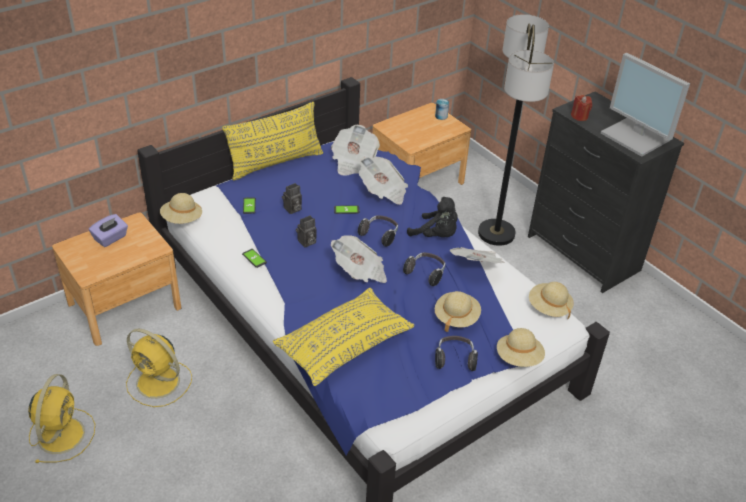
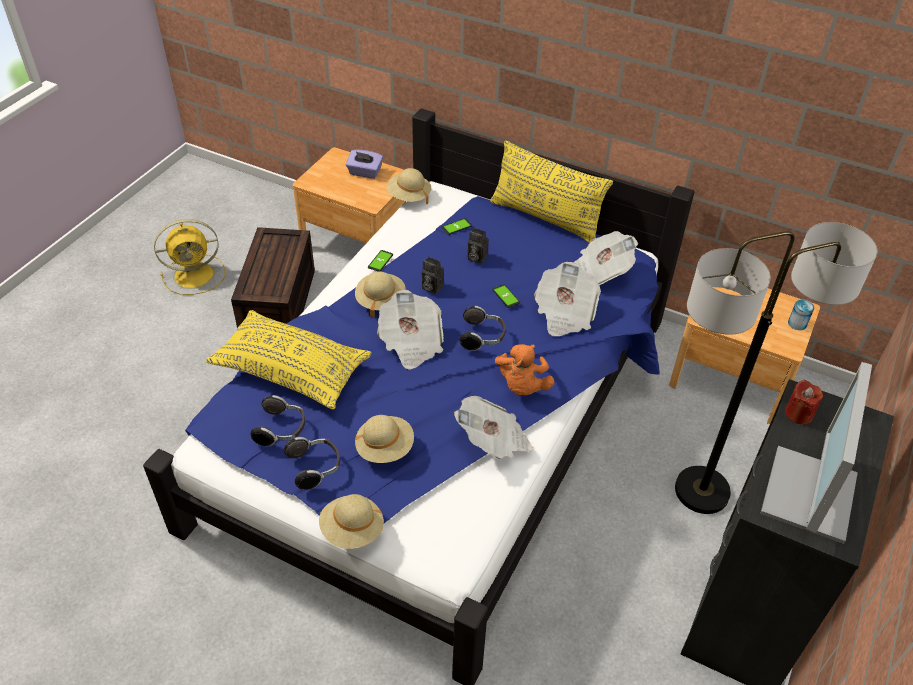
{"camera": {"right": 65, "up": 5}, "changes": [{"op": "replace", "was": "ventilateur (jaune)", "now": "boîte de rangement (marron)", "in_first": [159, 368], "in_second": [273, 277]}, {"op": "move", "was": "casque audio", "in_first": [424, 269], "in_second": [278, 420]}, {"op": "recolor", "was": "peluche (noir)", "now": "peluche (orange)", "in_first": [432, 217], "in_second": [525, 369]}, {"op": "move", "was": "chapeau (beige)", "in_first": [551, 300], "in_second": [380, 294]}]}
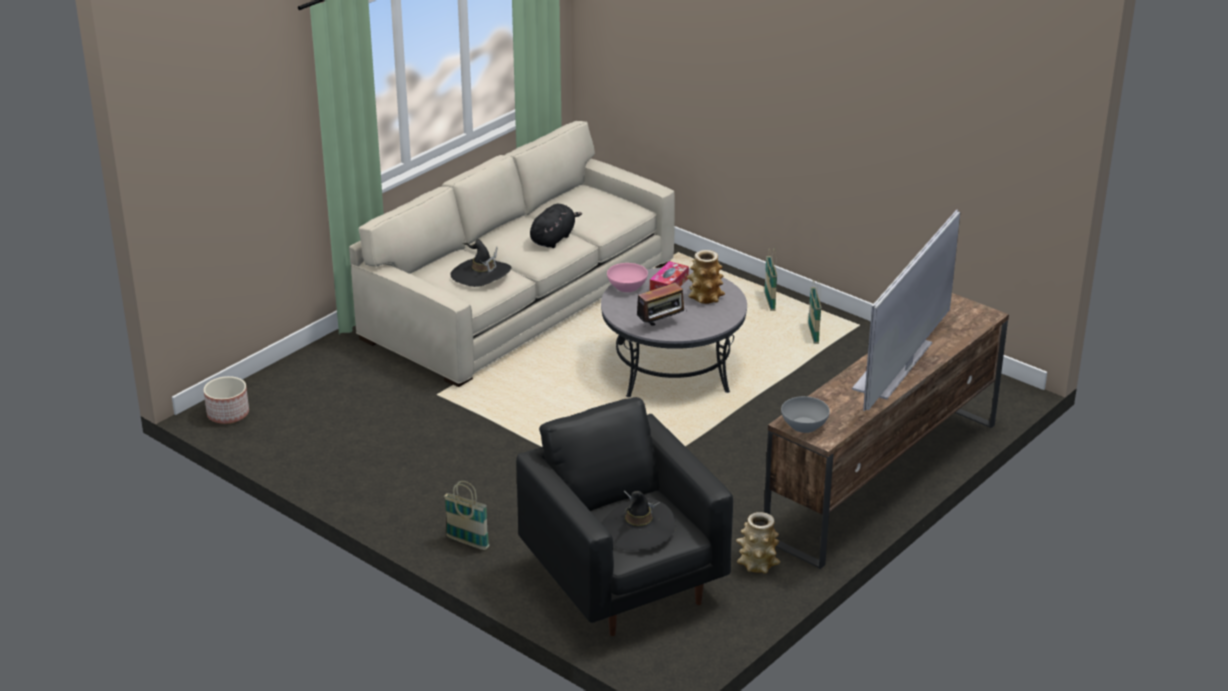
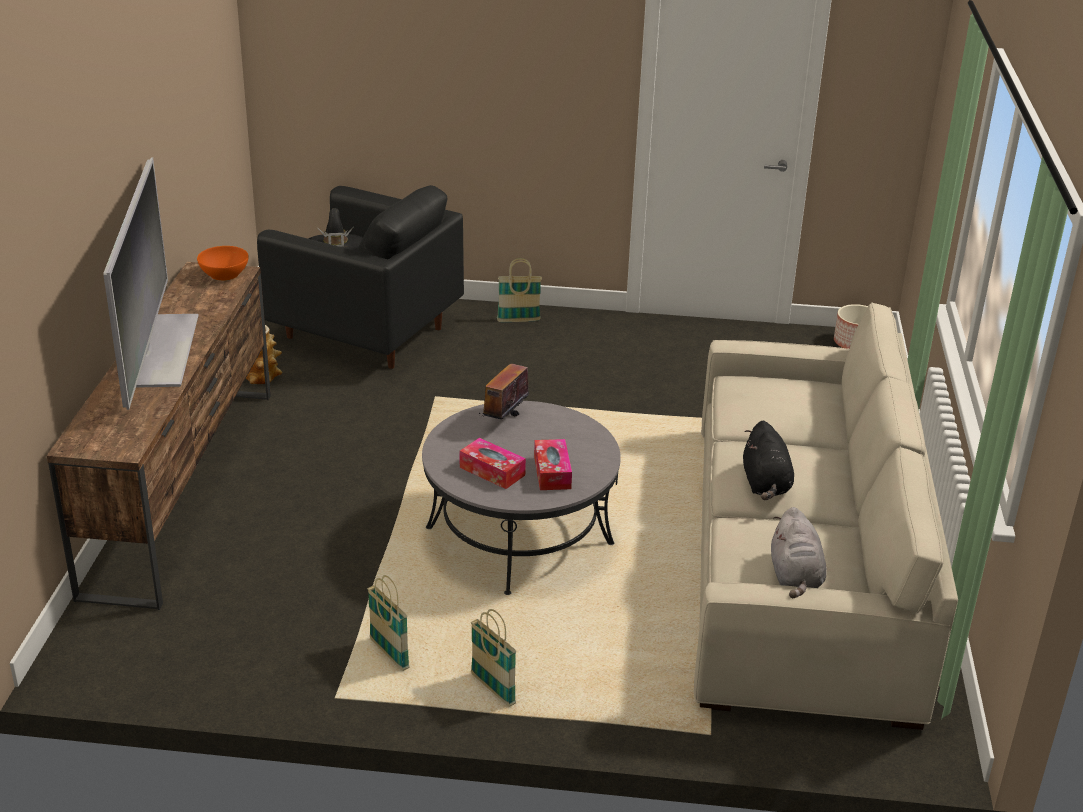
{"camera": {"right": 145, "up": 0}, "changes": [{"op": "delete", "was": "chapeau (noir)", "in_first": [481, 263]}, {"op": "delete", "was": "bol (rose)", "in_first": [627, 277]}, {"op": "replace", "was": "vase", "now": "boîte à mouchoirs", "in_first": [706, 277], "in_second": [493, 463]}, {"op": "recolor", "was": "bol (gris)", "now": "bol (orange)", "in_first": [805, 414], "in_second": [223, 263]}, {"op": "insert", "now": "peluche (gris)", "in_second": [799, 552]}]}
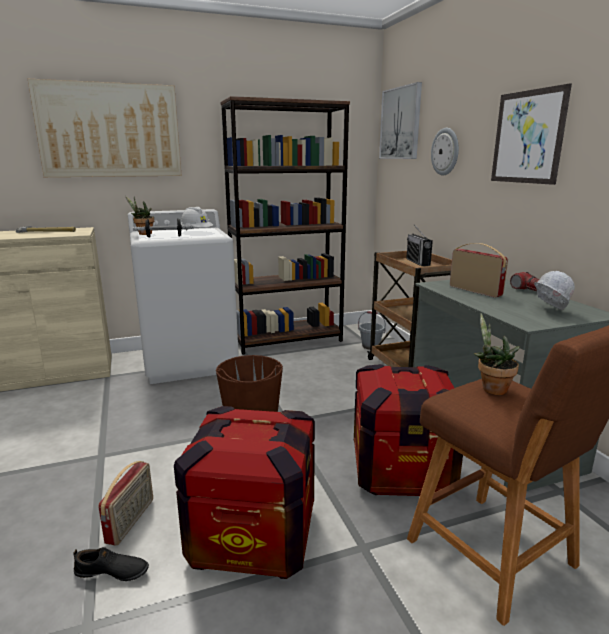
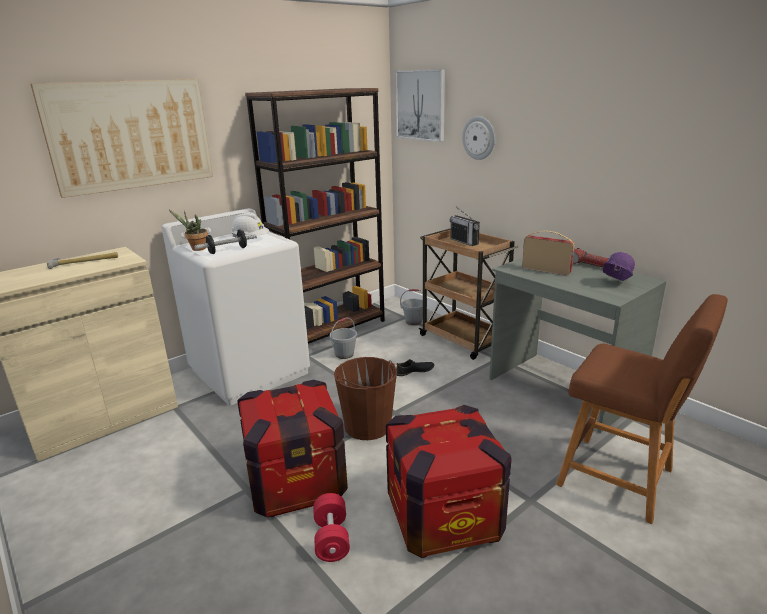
{"camera": {"right": -20, "up": 5}, "changes": [{"op": "move", "was": "chaussure (noir)", "in_first": [111, 564], "in_second": [415, 367]}, {"op": "replace", "was": "radio", "now": "haltère (rouge)", "in_first": [125, 503], "in_second": [331, 527]}, {"op": "move", "was": "caisse", "in_first": [408, 430], "in_second": [292, 448]}, {"op": "delete", "was": "plante en pot", "in_first": [497, 354]}, {"op": "delete", "was": "tableau", "in_first": [531, 134]}, {"op": "recolor", "was": "casque de chantier (blanc)", "now": "casque de chantier (violet)", "in_first": [554, 290], "in_second": [619, 266]}, {"op": "insert", "now": "seau (gris)", "in_second": [343, 338]}]}
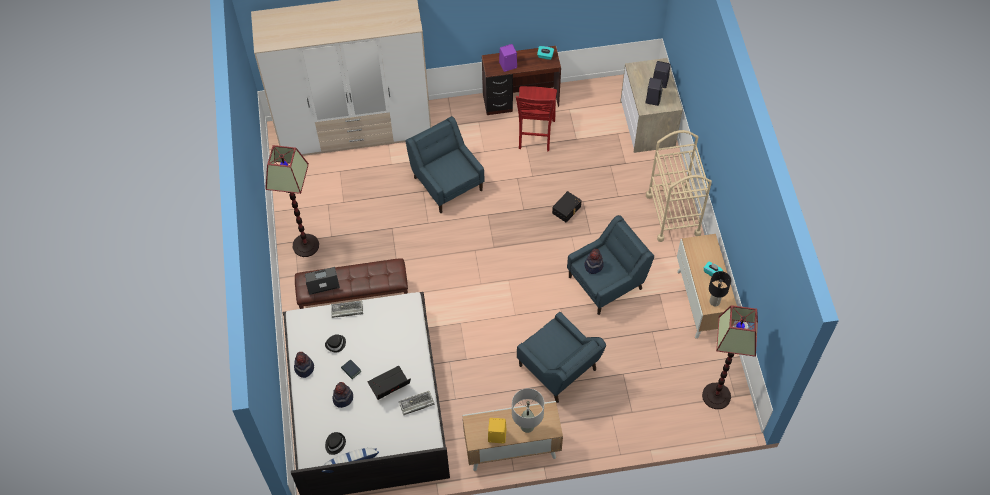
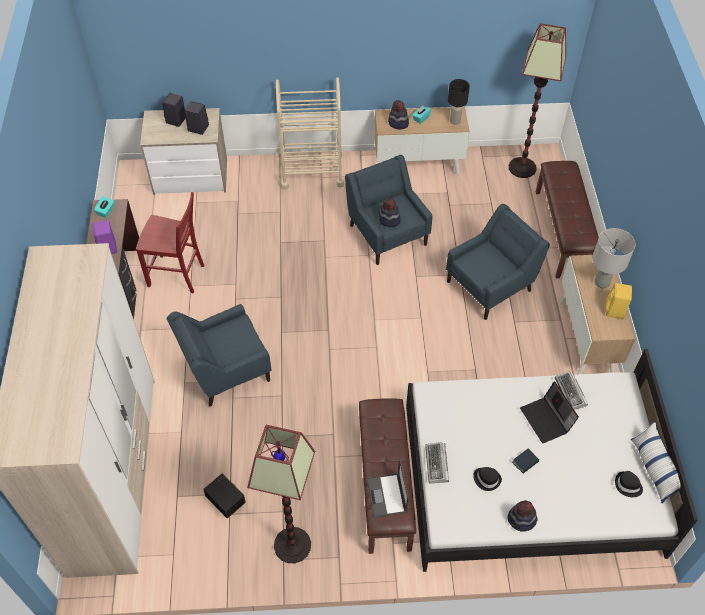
{"camera": {"right": -85, "up": -5}, "changes": [{"op": "move", "was": "chapeau", "in_first": [343, 395], "in_second": [398, 114]}, {"op": "move", "was": "boîte de rangement (noir)", "in_first": [567, 207], "in_second": [224, 496]}, {"op": "insert", "now": "banc (marron)", "in_second": [567, 219]}]}
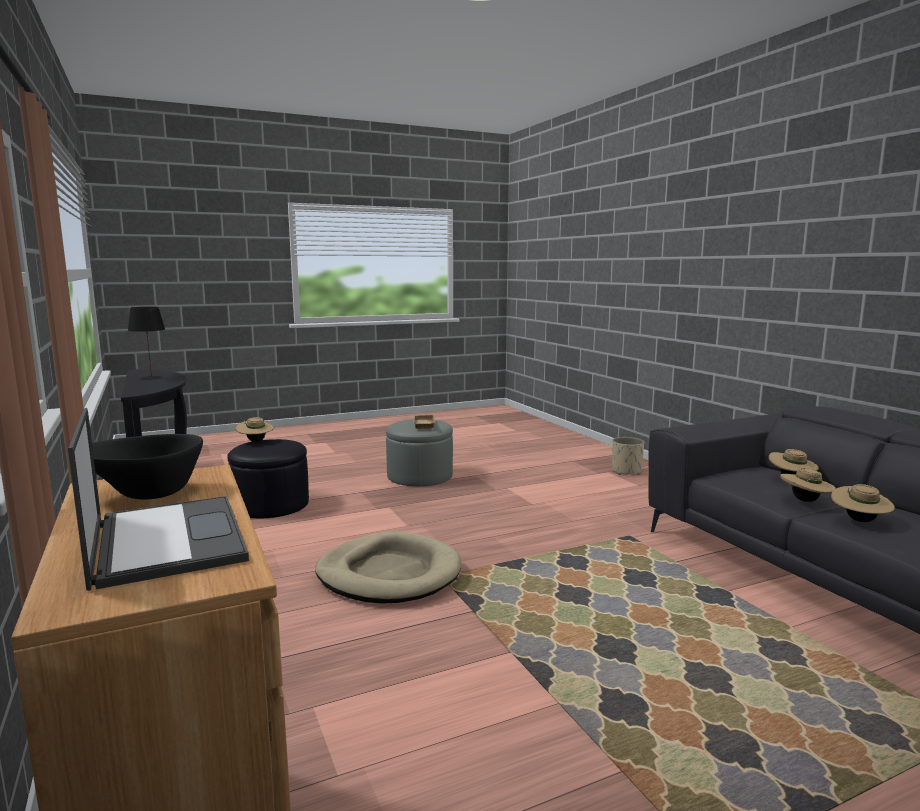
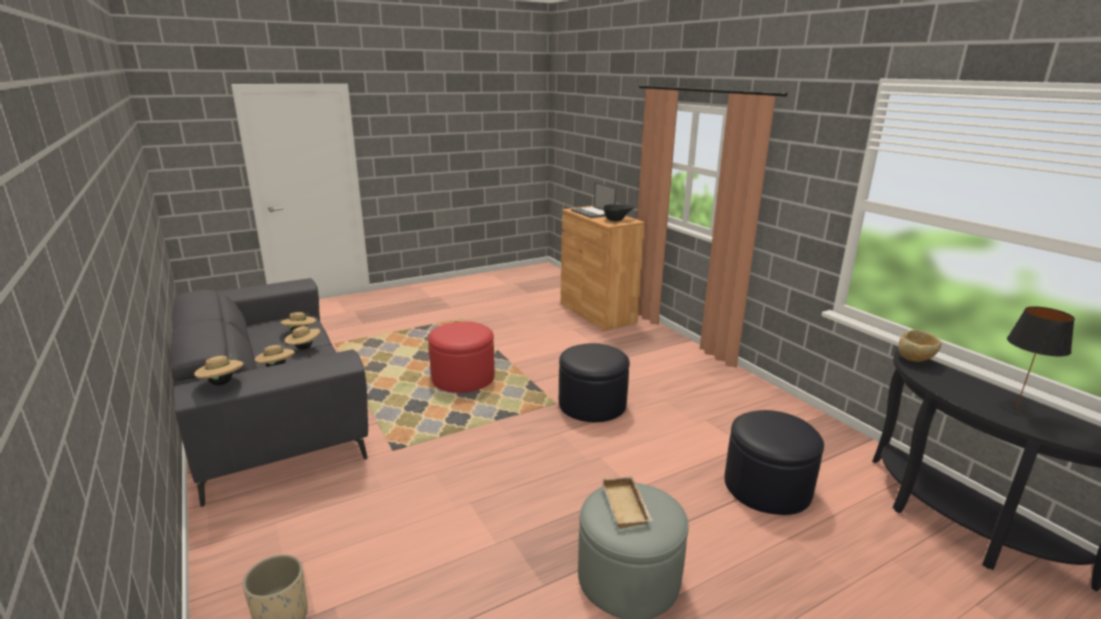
{"camera": {"right": 175, "up": 10}, "changes": [{"op": "move", "was": "chapeau (beige)", "in_first": [255, 429], "in_second": [219, 369]}, {"op": "replace", "was": "panier pour chien (beige)", "now": "pouf (noir)", "in_first": [388, 567], "in_second": [594, 382]}, {"op": "insert", "now": "pouf (rouge)", "in_second": [461, 357]}, {"op": "insert", "now": "bol (beige)", "in_second": [920, 346]}]}
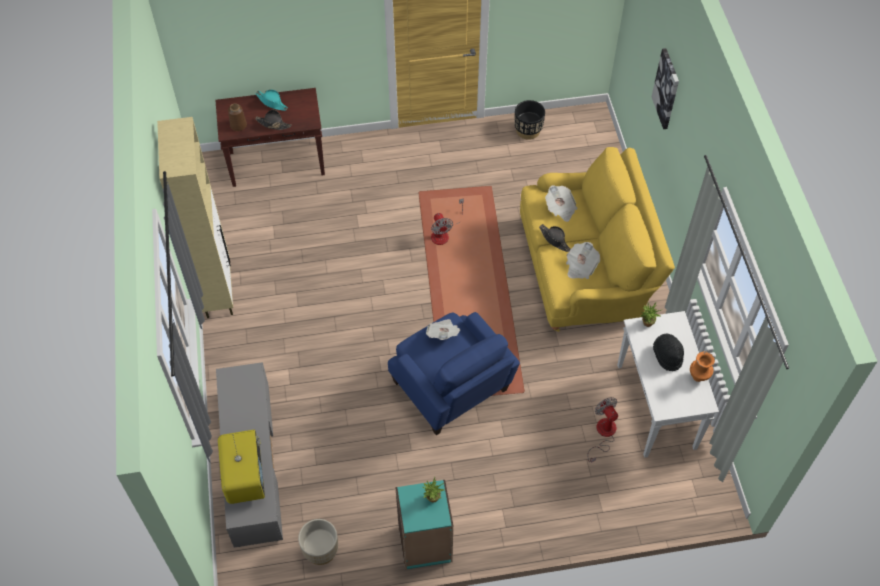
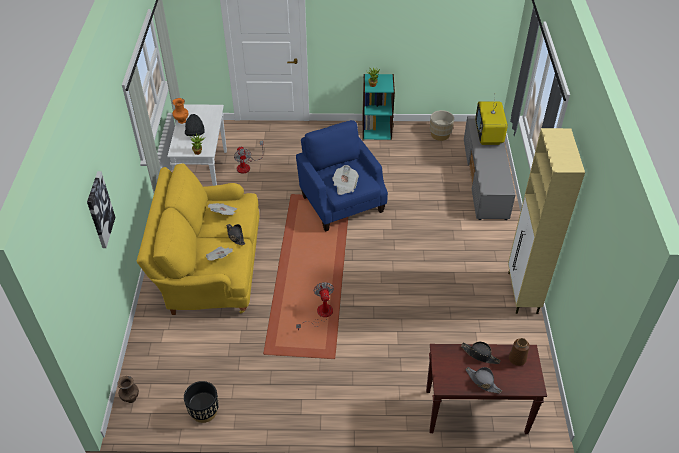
{"camera": {"right": -170, "up": -10}, "changes": [{"op": "recolor", "was": "chapeau (turquoise)", "now": "chapeau (gris)", "in_first": [272, 100], "in_second": [483, 380]}, {"op": "insert", "now": "vase (marron)", "in_second": [128, 389]}]}
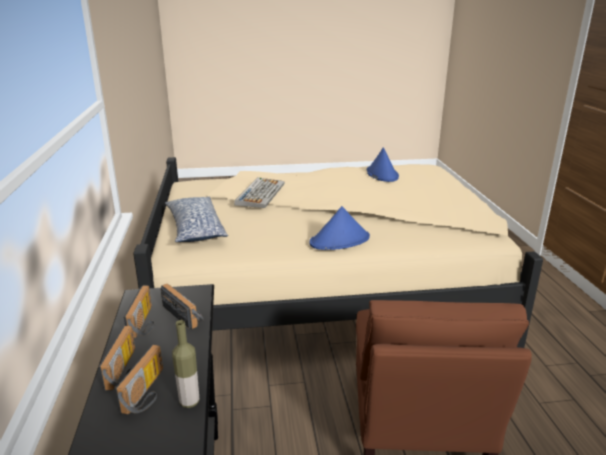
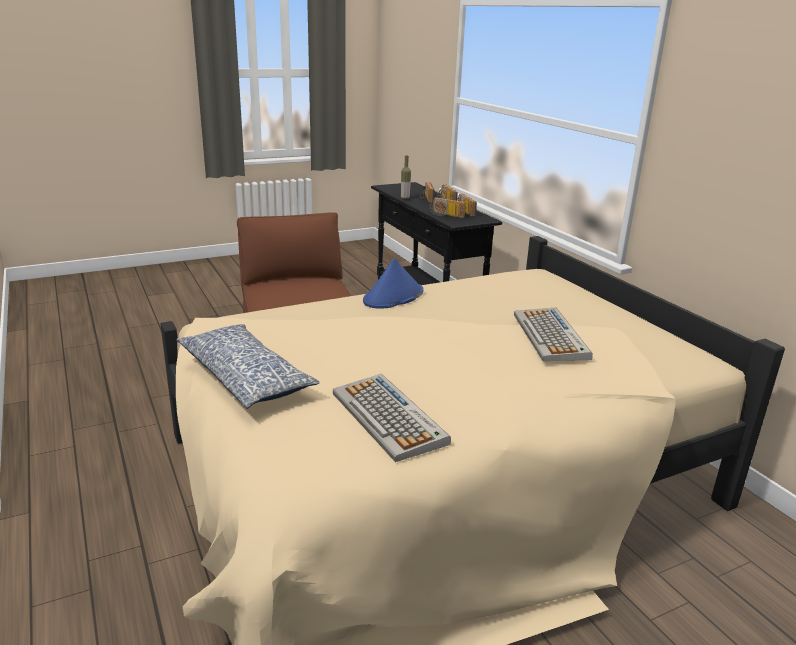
{"camera": {"right": 160, "up": 0}, "changes": [{"op": "move", "was": "coussin", "in_first": [196, 219], "in_second": [248, 366]}, {"op": "replace", "was": "chapeau (bleu)", "now": "clavier", "in_first": [383, 165], "in_second": [392, 418]}]}
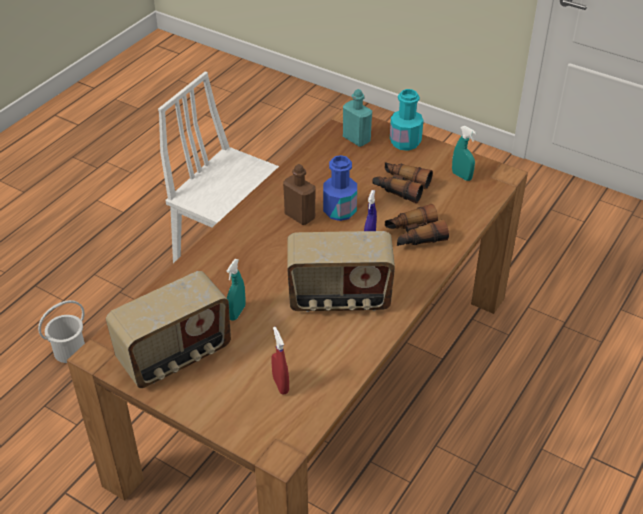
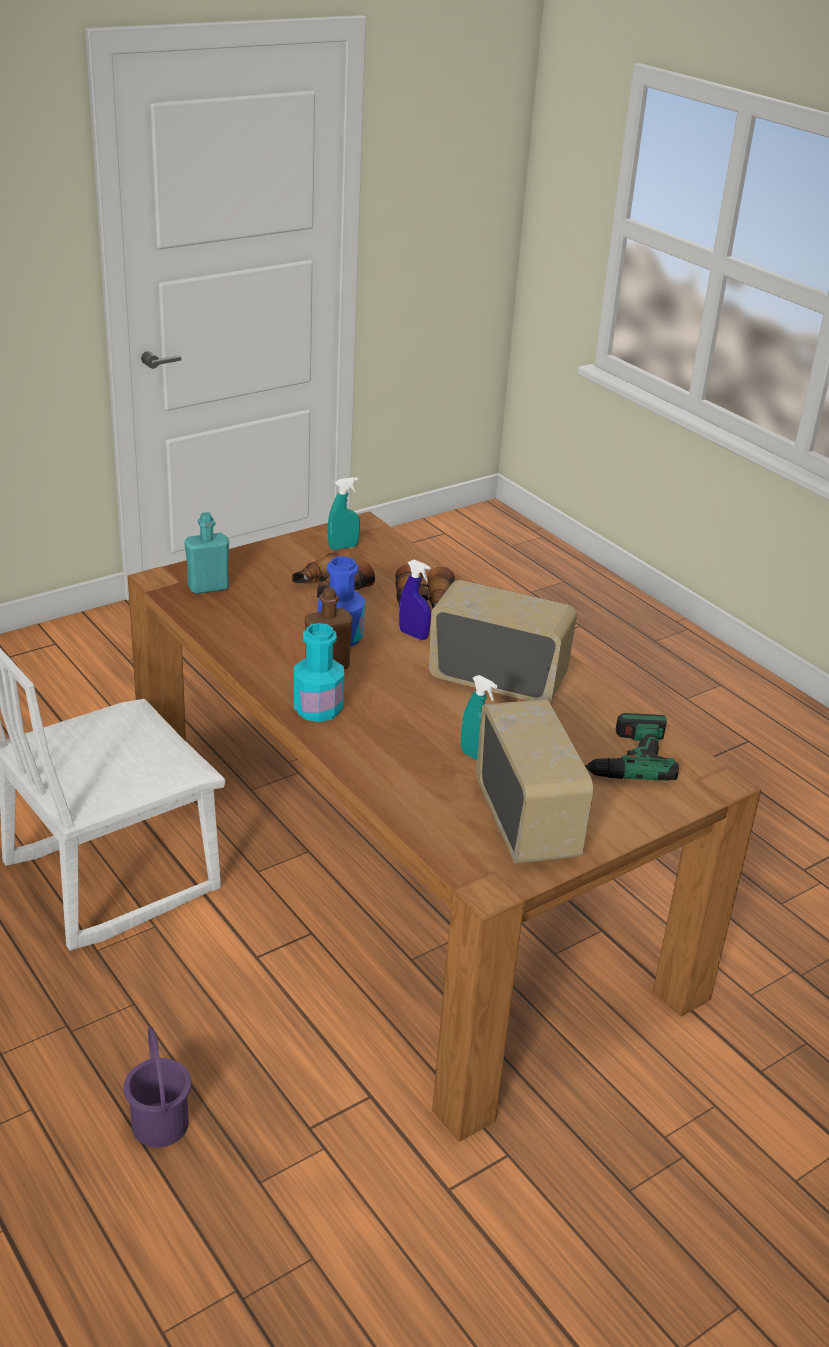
{"camera": {"right": -70, "up": -10}, "changes": [{"op": "recolor", "was": "seau (blanc)", "now": "seau (violet)", "in_first": [61, 331], "in_second": [158, 1087]}, {"op": "replace", "was": "vaporisateur (rouge)", "now": "perceuse", "in_first": [280, 360], "in_second": [632, 747]}, {"op": "rotate", "was": "radio", "in_first": [341, 271], "in_second": [503, 641], "clockwise": -90}, {"op": "move", "was": "bouteille (turquoise)", "in_first": [406, 120], "in_second": [318, 672]}]}
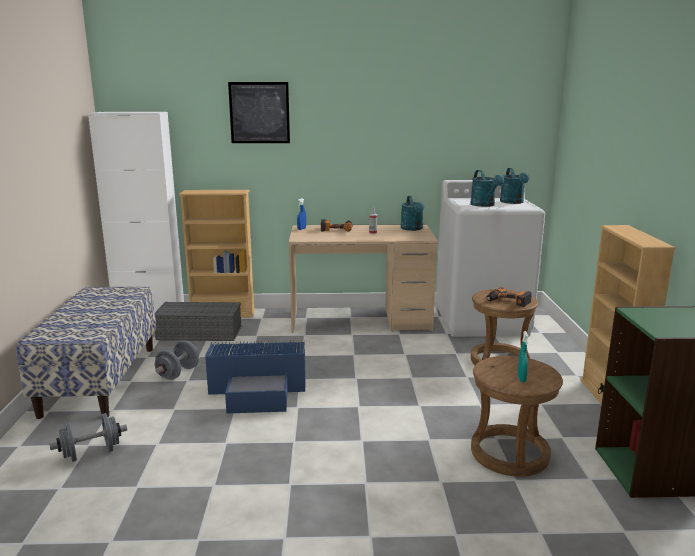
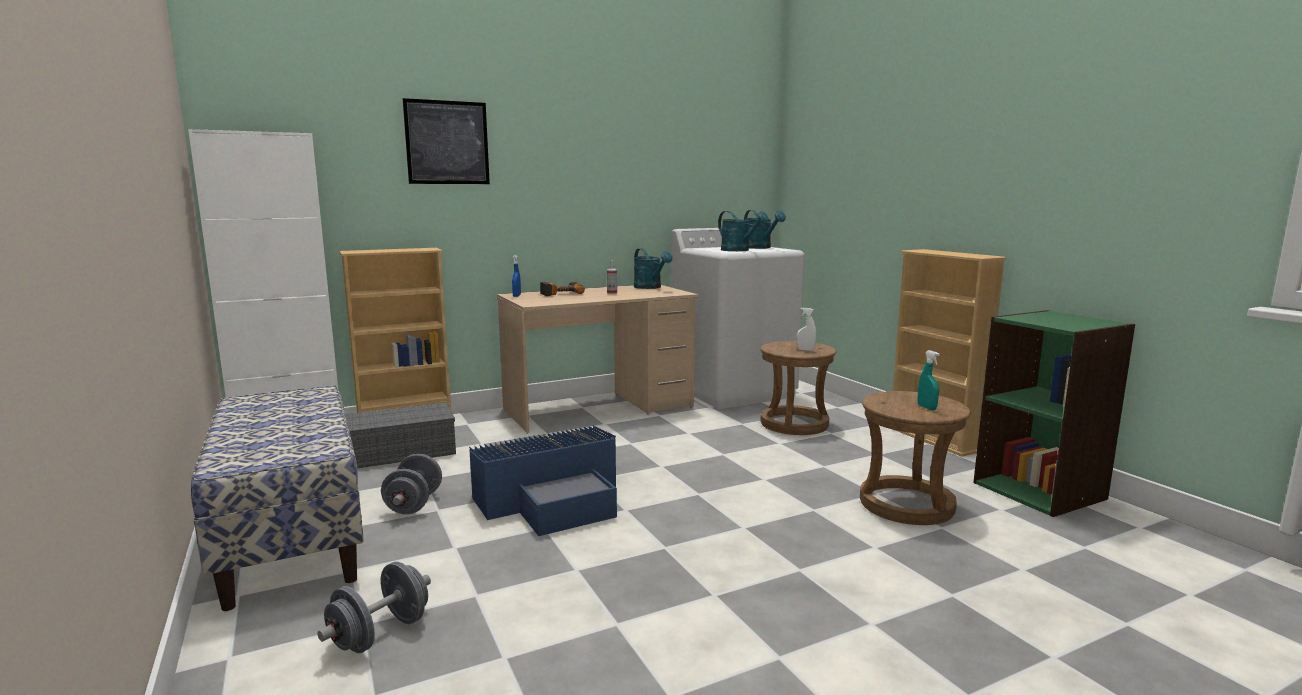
{"camera": {"right": -25, "up": -5}, "changes": [{"op": "replace", "was": "perceuse", "now": "vaporisateur (blanc)", "in_first": [509, 297], "in_second": [806, 329]}]}
